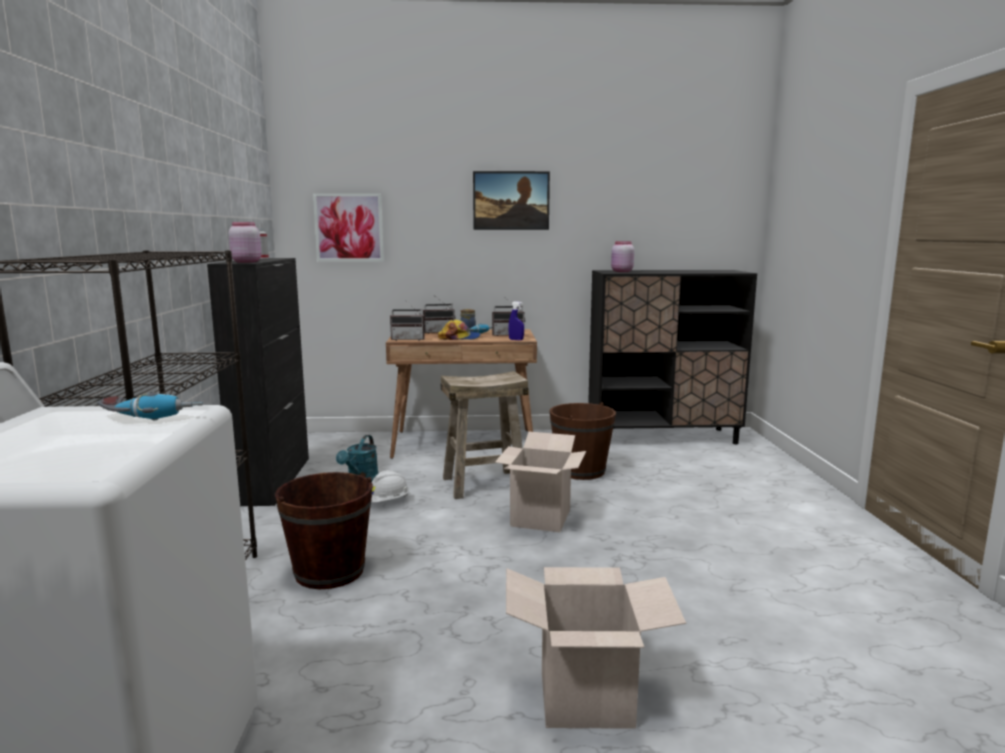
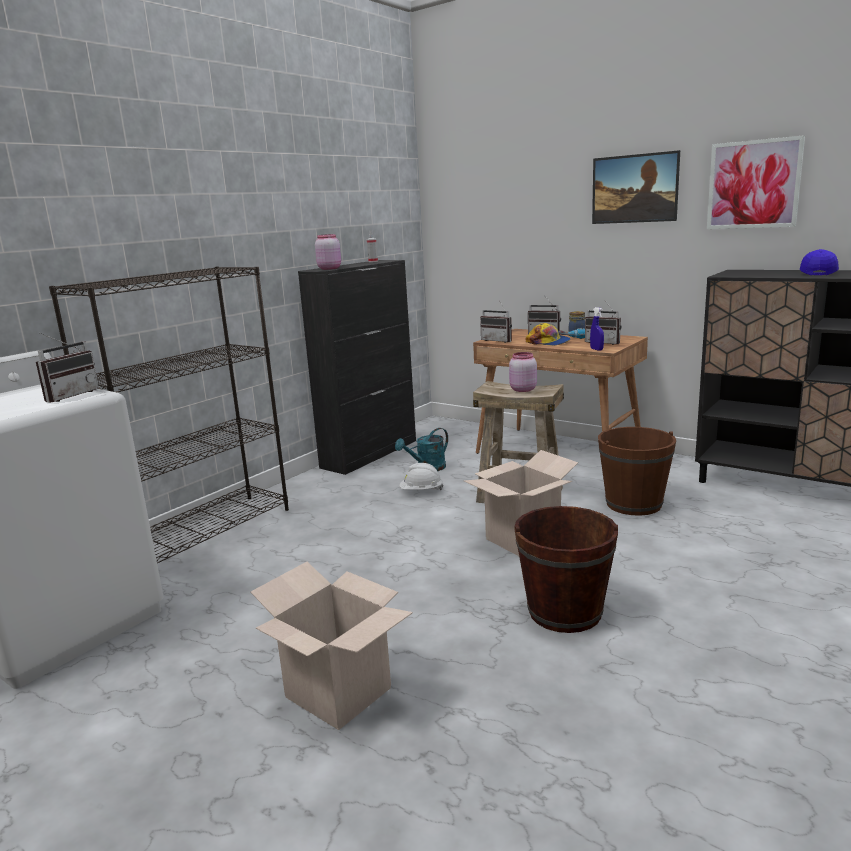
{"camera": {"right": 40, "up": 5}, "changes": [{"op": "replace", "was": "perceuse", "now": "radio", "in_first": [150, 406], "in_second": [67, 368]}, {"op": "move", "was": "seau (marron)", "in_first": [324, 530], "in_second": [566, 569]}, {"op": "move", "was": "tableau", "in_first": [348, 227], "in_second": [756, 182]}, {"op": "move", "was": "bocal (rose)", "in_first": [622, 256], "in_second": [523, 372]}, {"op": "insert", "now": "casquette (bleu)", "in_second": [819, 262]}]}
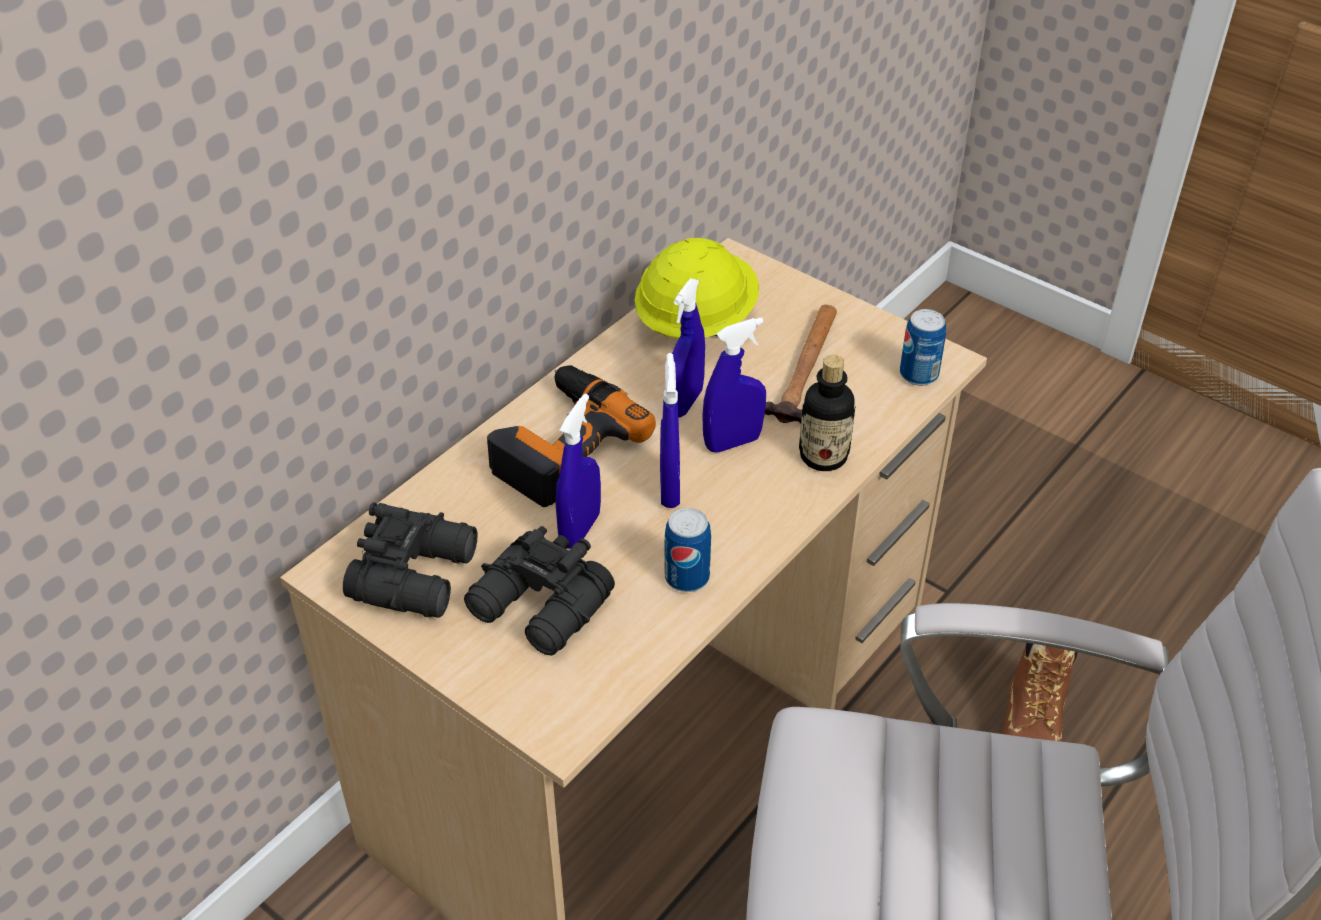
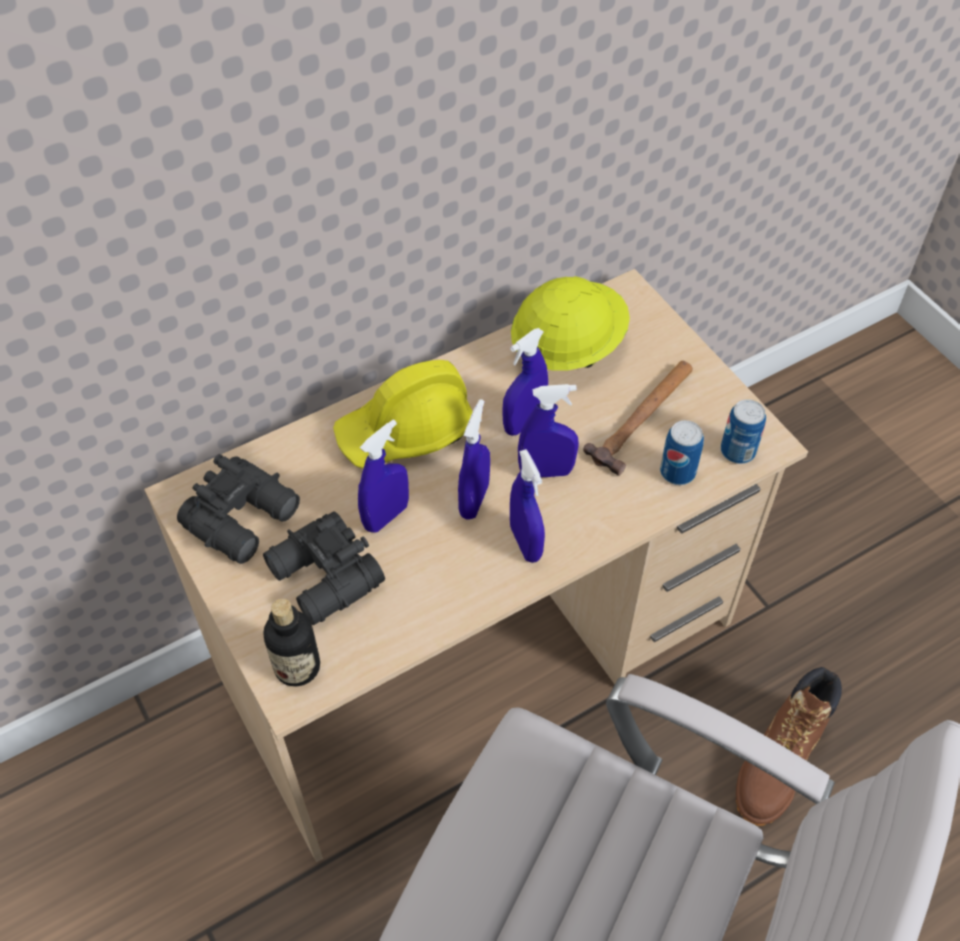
{"camera": {"right": 20, "up": 10}, "changes": [{"op": "replace", "was": "perceuse", "now": "casque de chantier (jaune)", "in_first": [571, 436], "in_second": [403, 414]}, {"op": "move", "was": "boîte métallique", "in_first": [688, 550], "in_second": [682, 452]}, {"op": "move", "was": "bouteille", "in_first": [827, 413], "in_second": [291, 642]}, {"op": "insert", "now": "vaporisateur (bleu)", "in_second": [527, 506]}]}
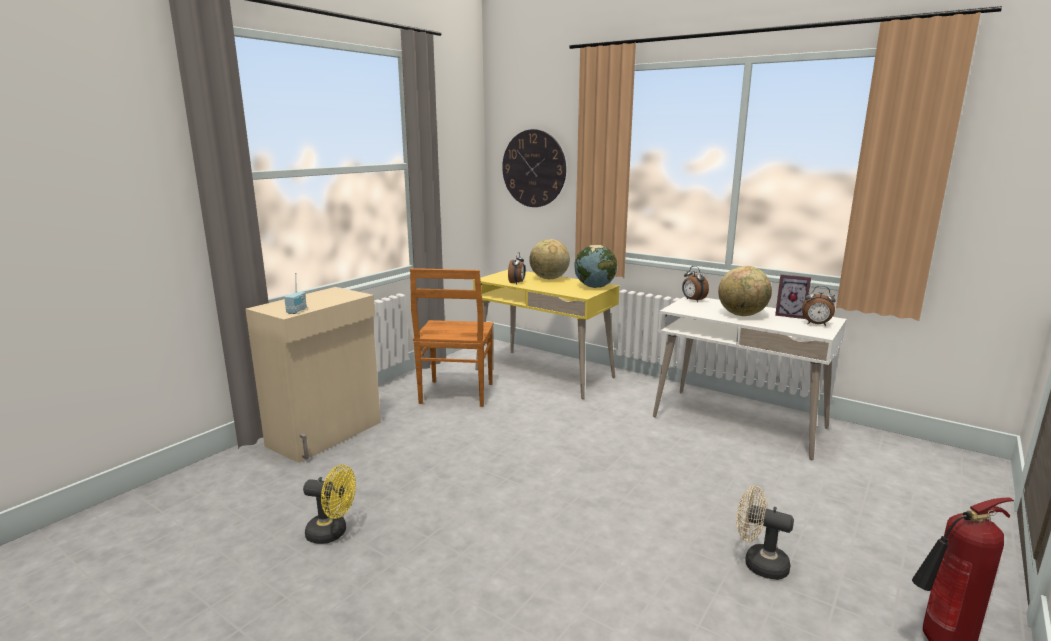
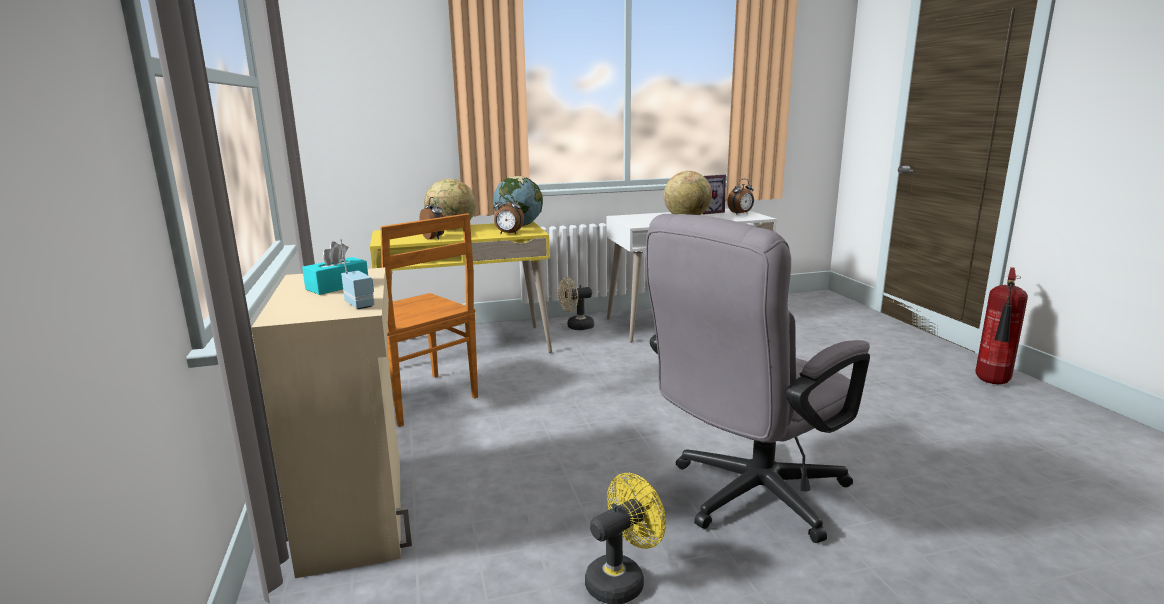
{"camera": {"right": -50, "up": 0}, "changes": [{"op": "delete", "was": "horloge murale", "in_first": [534, 168]}, {"op": "move", "was": "réveil", "in_first": [695, 284], "in_second": [508, 214]}, {"op": "move", "was": "ventilateur (beige)", "in_first": [765, 533], "in_second": [576, 303]}, {"op": "insert", "now": "boîte à mouchoirs (turquoise)", "in_second": [335, 268]}, {"op": "insert", "now": "chaise de bureau (gris)", "in_second": [758, 378]}]}
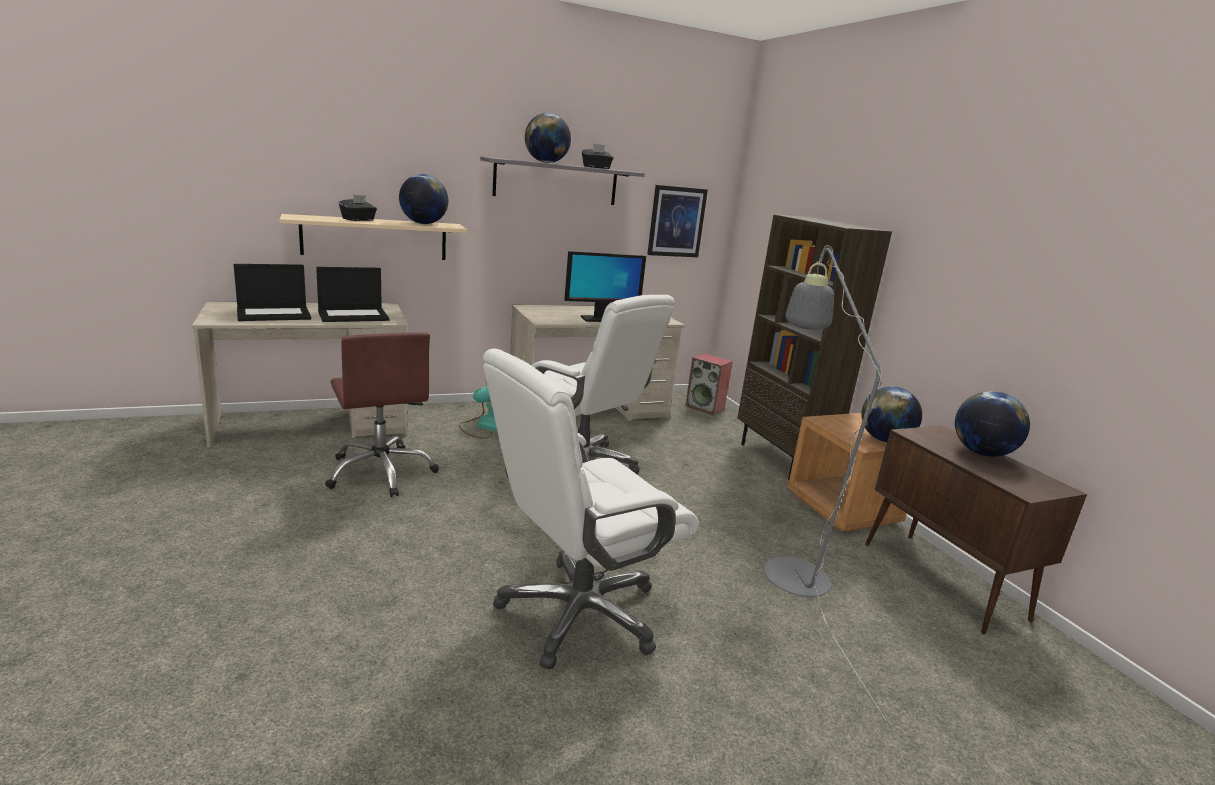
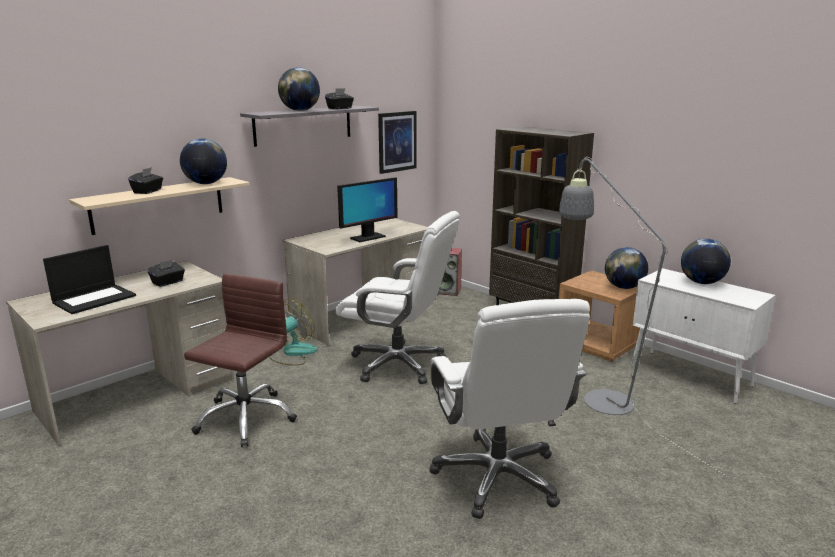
{"camera": {"right": -20, "up": 0}, "changes": [{"op": "replace", "was": "ordinateur portable", "now": "boîte à mouchoirs (noir)", "in_first": [353, 294], "in_second": [166, 273]}, {"op": "rotate", "was": "chaise de bureau (marron)", "in_first": [382, 414], "in_second": [240, 360], "clockwise": -105}, {"op": "rotate", "was": "chaise de bureau (blanc)", "in_first": [591, 508], "in_second": [510, 409], "clockwise": -45}, {"op": "recolor", "was": "meuble de rangement (marron)", "now": "meuble de rangement (blanc)", "in_first": [976, 529], "in_second": [703, 336]}]}
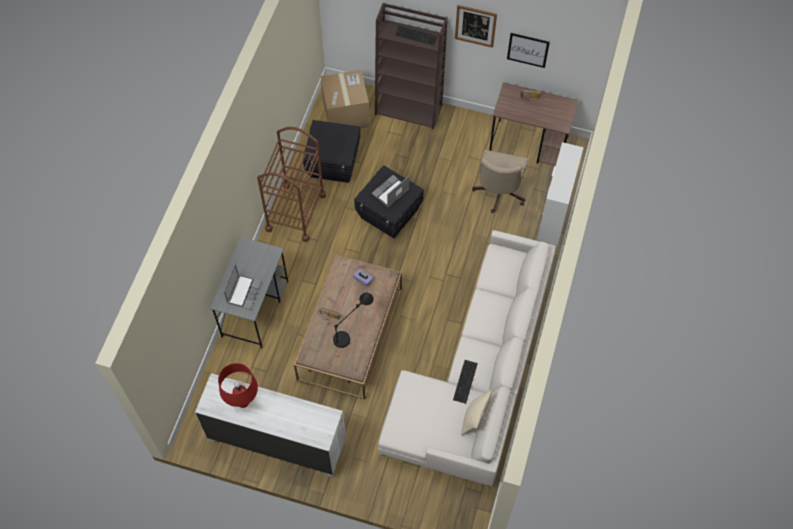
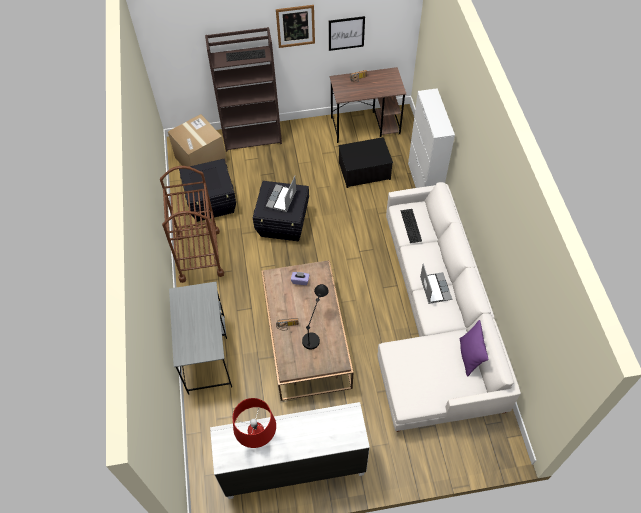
{"camera": {"right": -25, "up": -5}, "changes": [{"op": "move", "was": "ordinateur portable", "in_first": [242, 286], "in_second": [436, 283]}, {"op": "move", "was": "clavier", "in_first": [465, 382], "in_second": [411, 226]}, {"op": "recolor", "was": "coussin (beige)", "now": "coussin (violet)", "in_first": [476, 413], "in_second": [474, 348]}, {"op": "replace", "was": "chaise de bureau (beige)", "now": "boîte de rangement", "in_first": [500, 181], "in_second": [365, 162]}]}
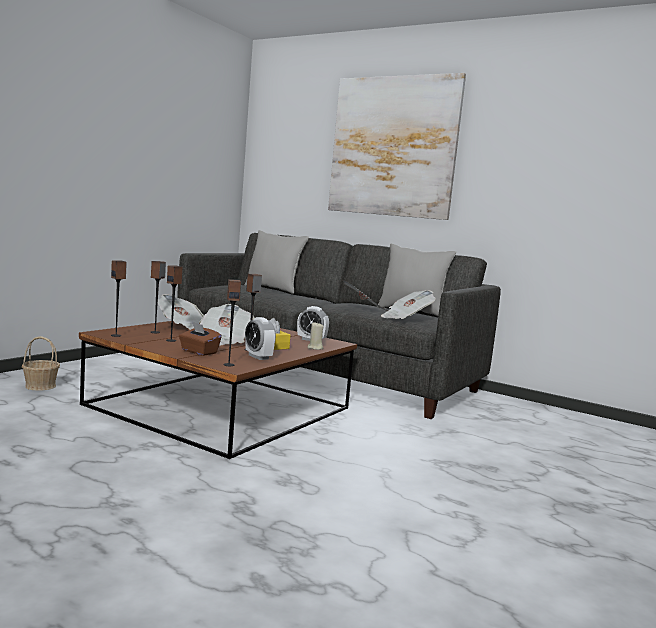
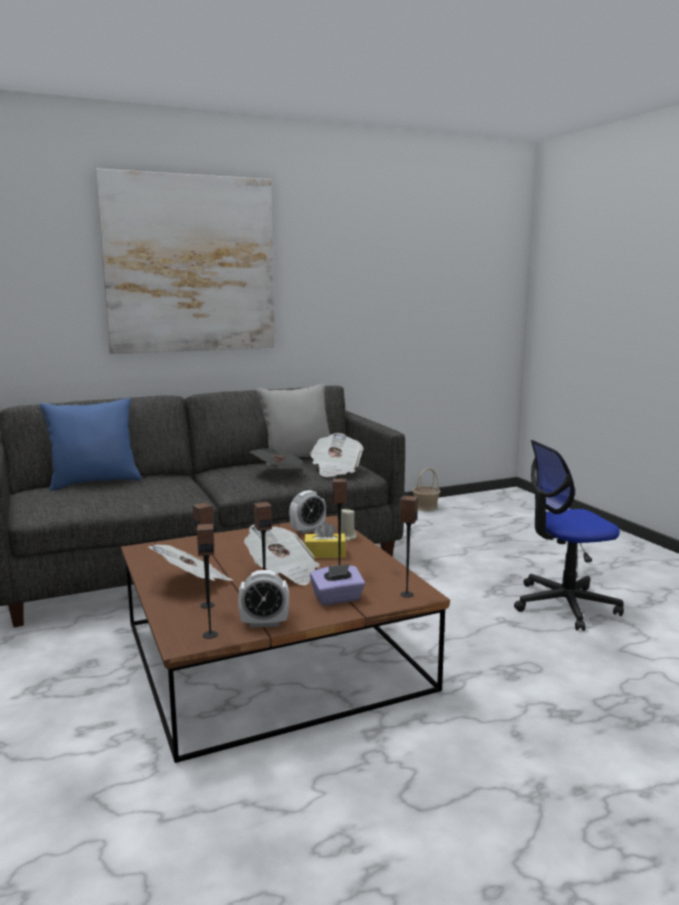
{"camera": {"right": -55, "up": 5}, "changes": [{"op": "move", "was": "panier", "in_first": [41, 363], "in_second": [427, 489]}, {"op": "recolor", "was": "boîte à mouchoirs (marron)", "now": "boîte à mouchoirs (violet)", "in_first": [200, 339], "in_second": [337, 585]}, {"op": "recolor", "was": "coussin (gris)", "now": "coussin (bleu)", "in_first": [276, 262], "in_second": [91, 444]}, {"op": "move", "was": "réveil", "in_first": [260, 338], "in_second": [263, 599]}, {"op": "insert", "now": "chaise de bureau", "in_second": [569, 535]}]}
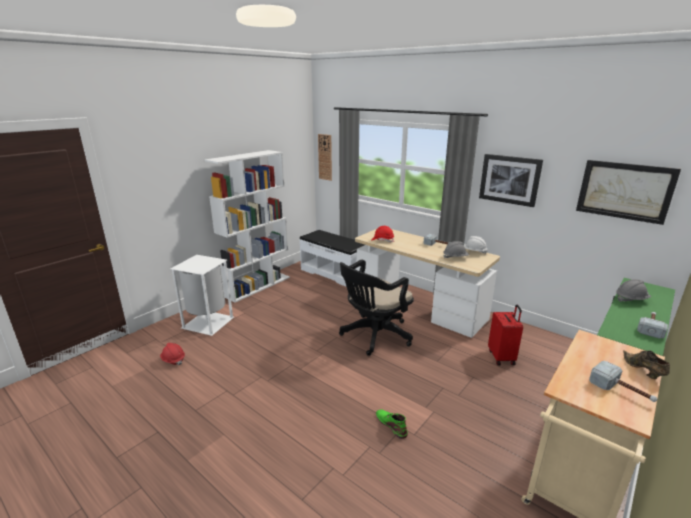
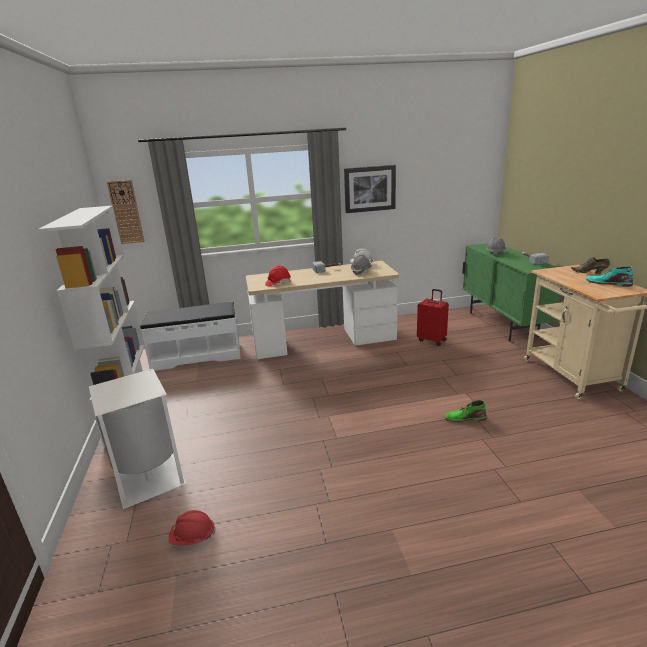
{"camera": {"right": -50, "up": 0}, "changes": [{"op": "delete", "was": "chaise de bureau (noir)", "in_first": [376, 308]}, {"op": "delete", "was": "tableau", "in_first": [628, 192]}, {"op": "replace", "was": "marteau", "now": "botte (turquoise)", "in_first": [623, 381], "in_second": [609, 276]}]}
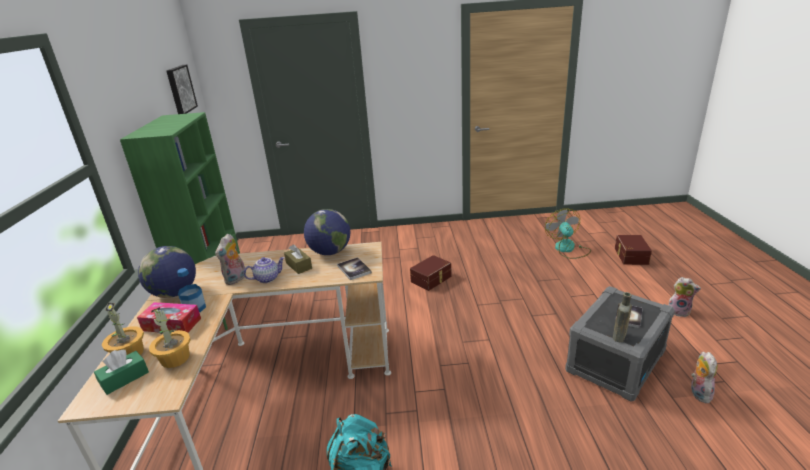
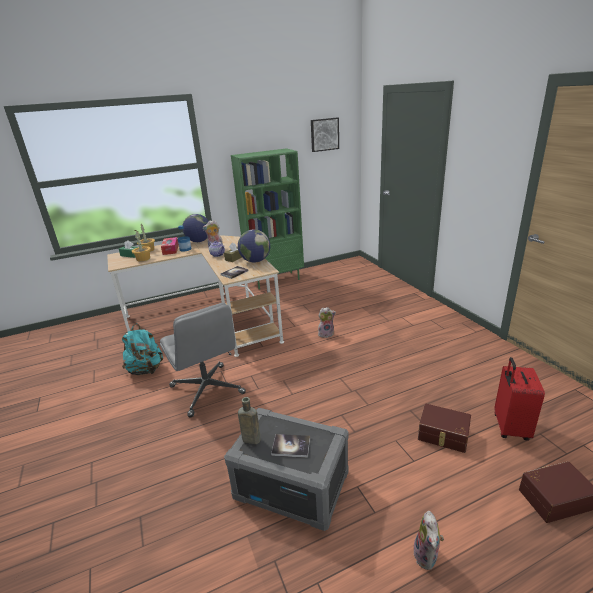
{"camera": {"right": 70, "up": 0}, "changes": [{"op": "move", "was": "boîte de rangement (marron)", "in_first": [431, 273], "in_second": [444, 428]}, {"op": "replace", "was": "ventilateur", "now": "valise (rouge)", "in_first": [568, 233], "in_second": [519, 399]}, {"op": "move", "was": "peluche", "in_first": [704, 377], "in_second": [327, 322]}, {"op": "insert", "now": "chaise de bureau (gris)", "in_second": [203, 360]}]}
